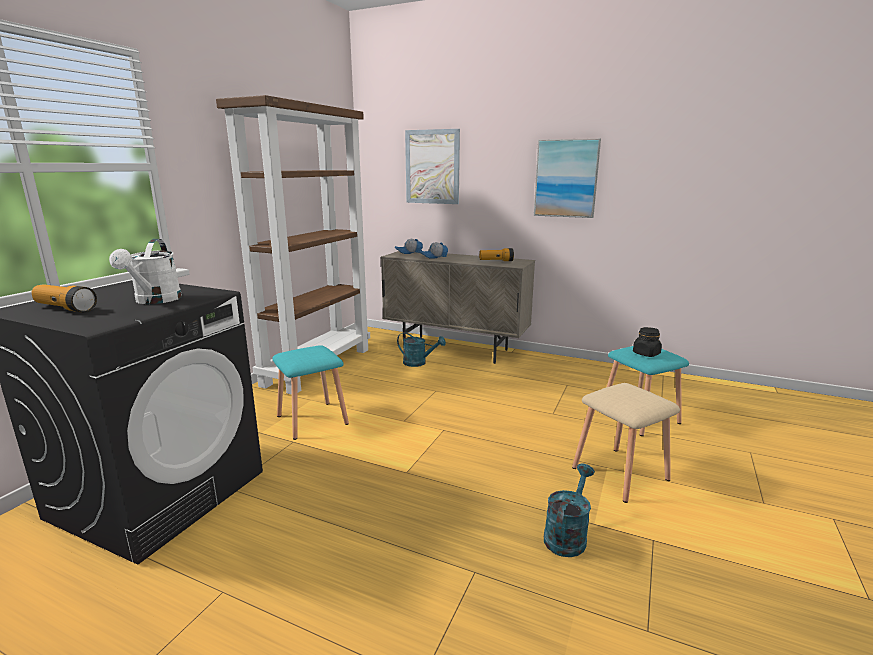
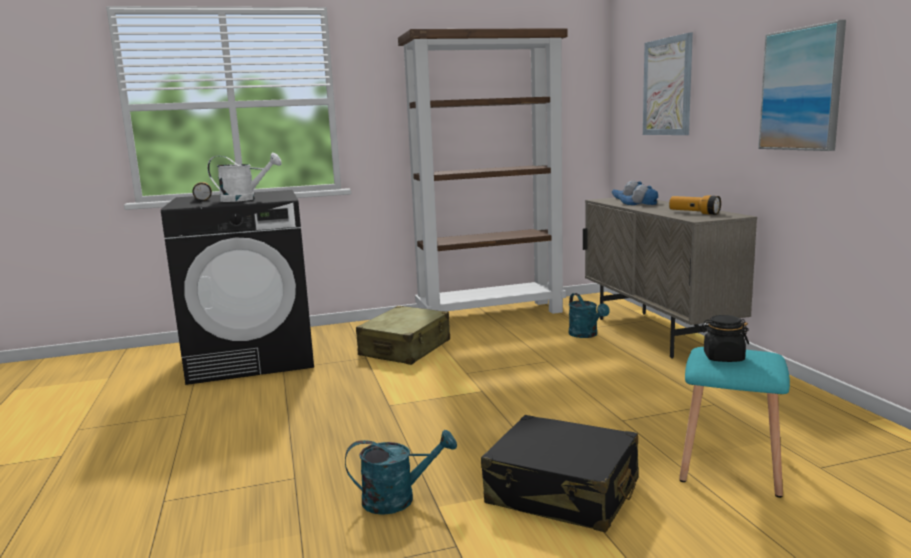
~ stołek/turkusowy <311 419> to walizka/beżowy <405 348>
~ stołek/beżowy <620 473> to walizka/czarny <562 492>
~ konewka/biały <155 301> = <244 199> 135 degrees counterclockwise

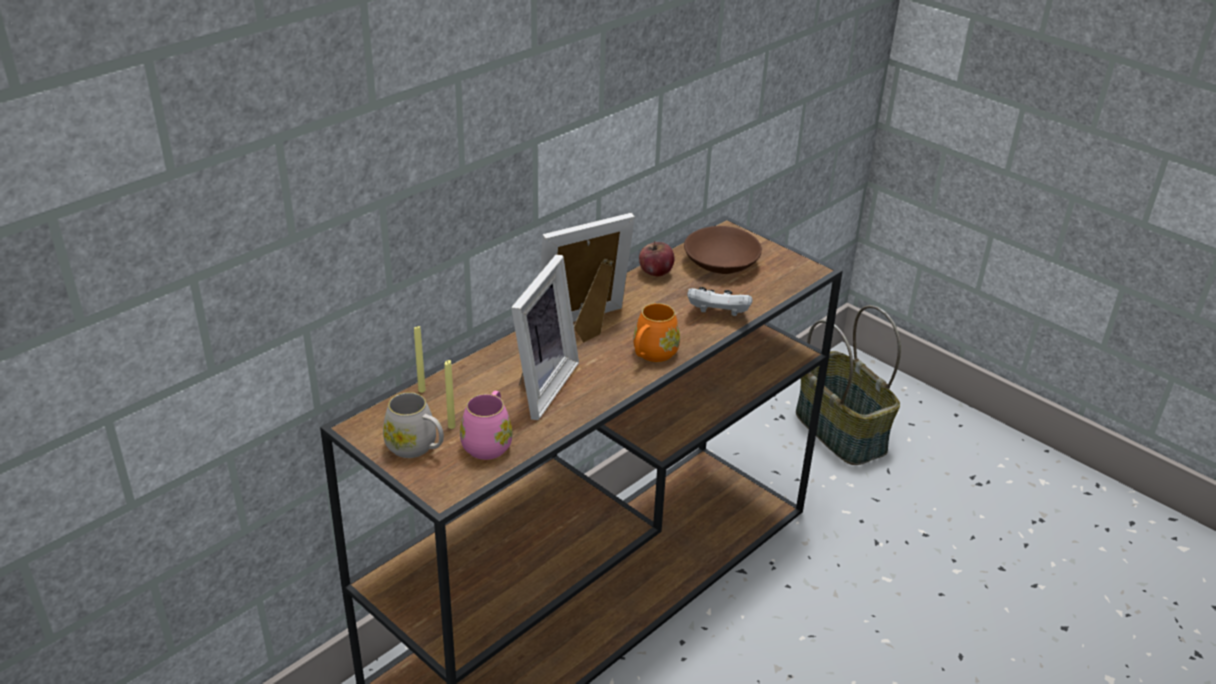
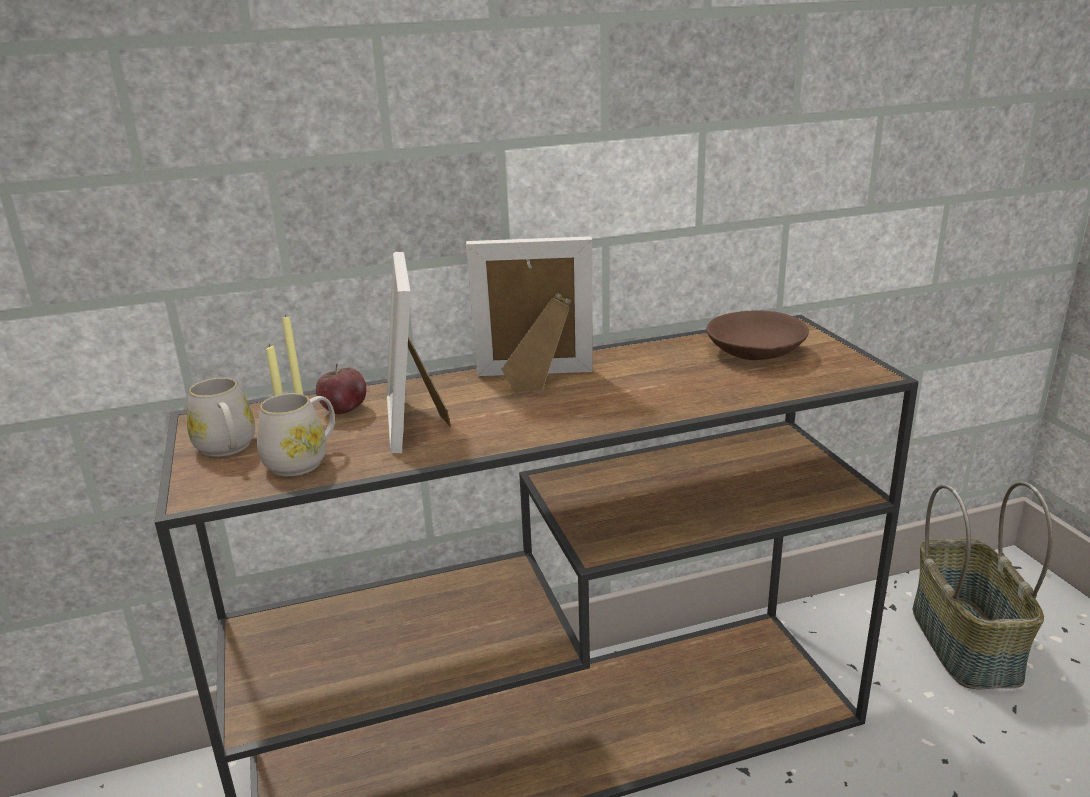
- kubek/pomarańczowy <652 354>
- pad do gier/biały <718 315>
~ jabłko <655 272> to <344 410>
~ kubek/różowy <489 442> to kubek/biały <303 460>
~ ramka na zdjęcie <537 386> = <419 421> 120 degrees clockwise

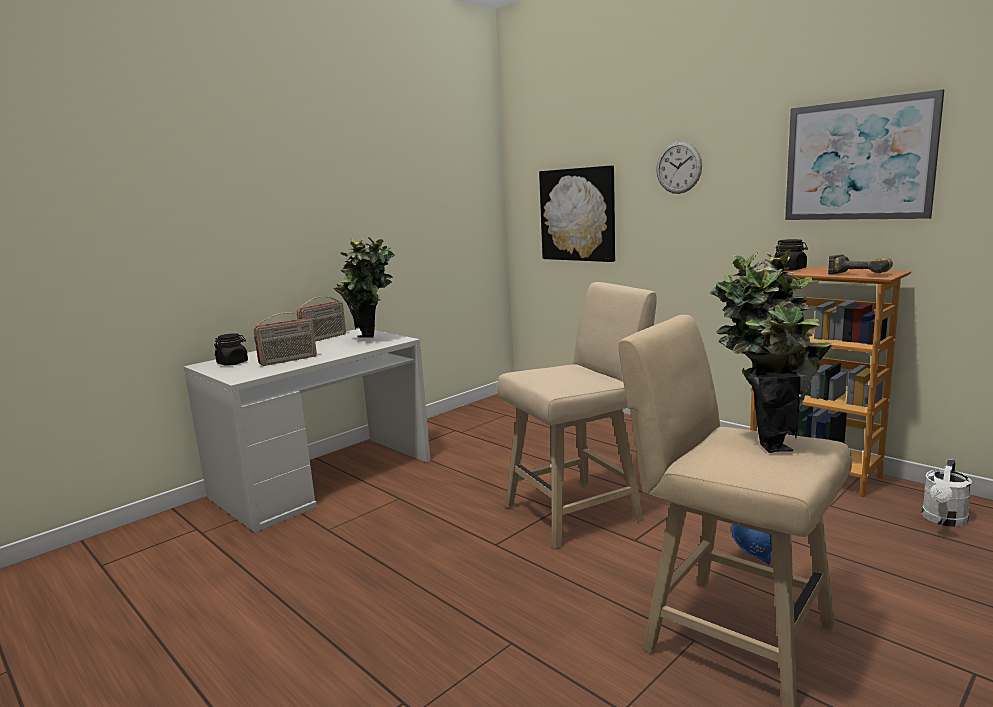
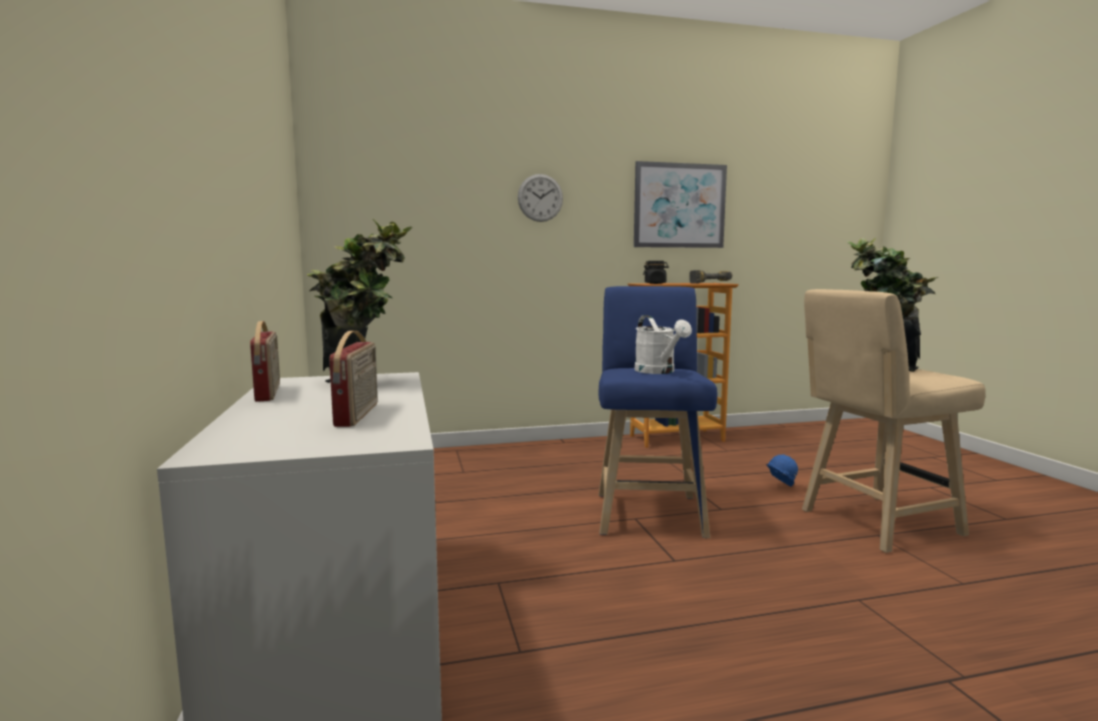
- słoik/czarny <233 363>
- obraz <578 214>
~ konewka/biały <943 520> to <658 372>
~ stołek/beżowy <579 511> to stołek/niebieski <649 511>

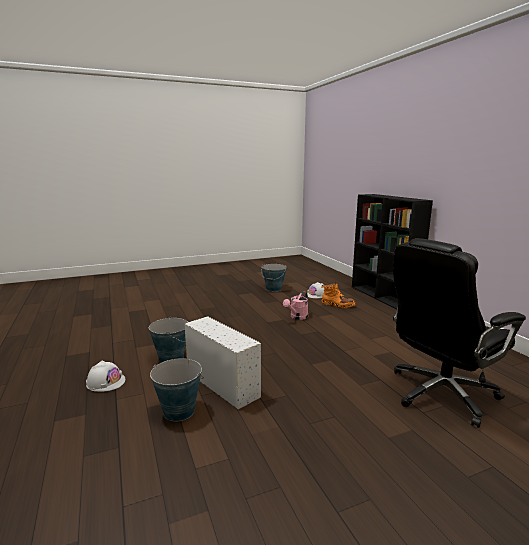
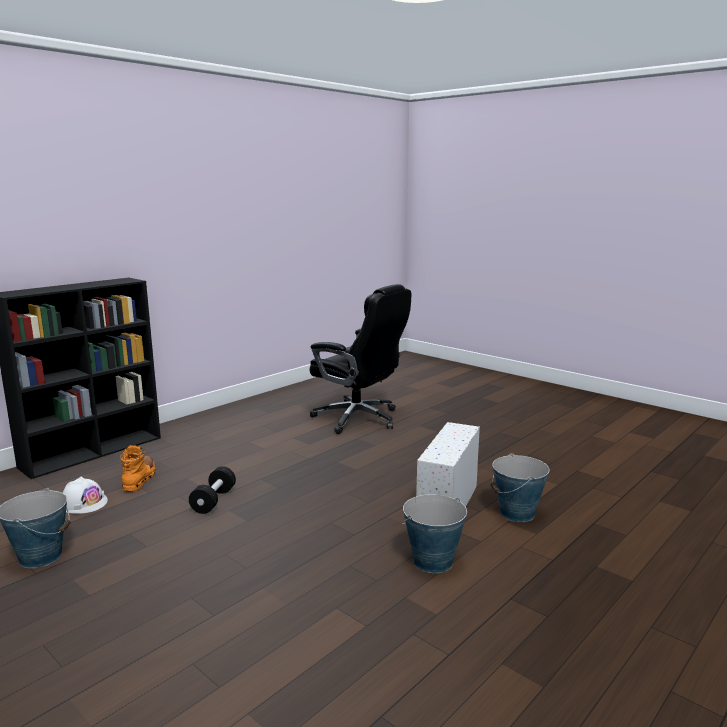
- kask/biały <106 382>
~ konewka/różowy <297 317> to hantel/czarny <213 500>

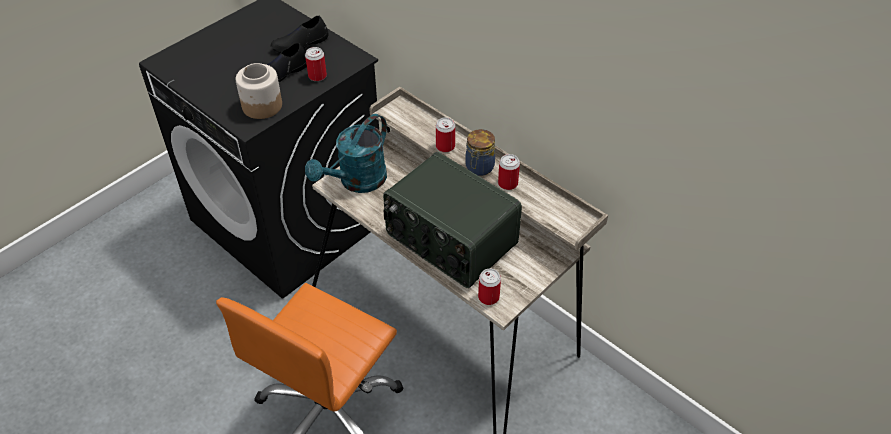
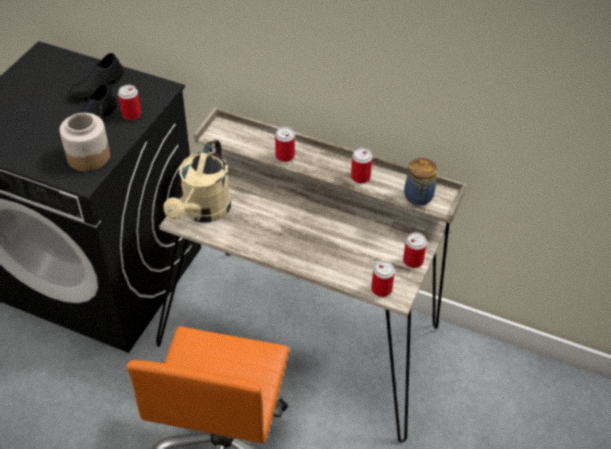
- radio <450 240>
+ puszka <413 261>
~ słoik <479 168> to <418 197>
~ konewka/turkusowy <357 182> to konewka/beżowy <203 212>

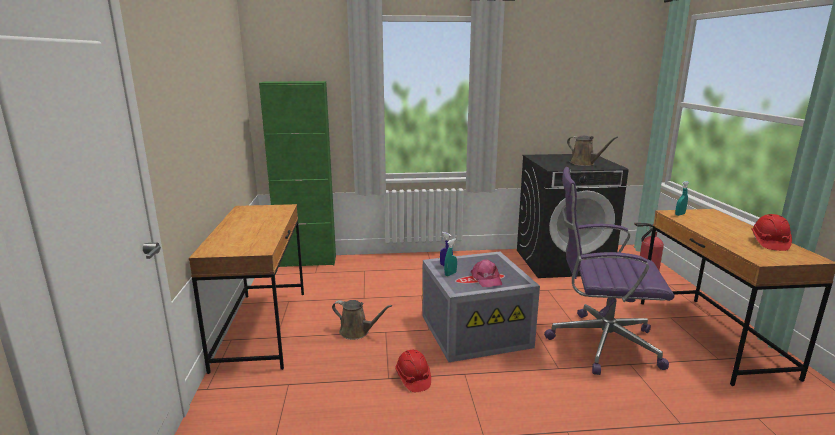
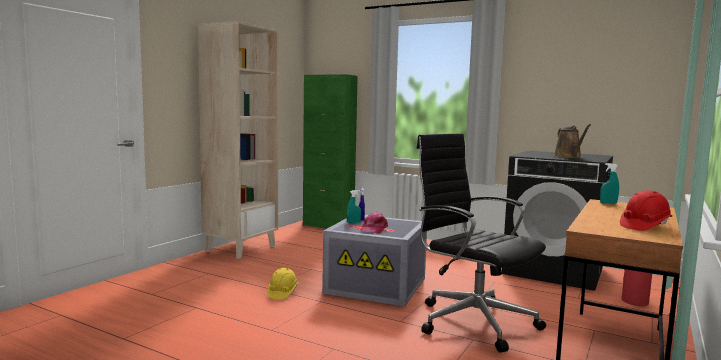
- konewka/brązowy <357 332>
~ biurko/brązowy <262 328> to regał/beżowy <241 248>
~ kask/czerwony <413 379> to kask/żółty <282 293>
~ krzesło biurowe/fioletowy <600 343> to krzesło biurowe/czarny <473 321>

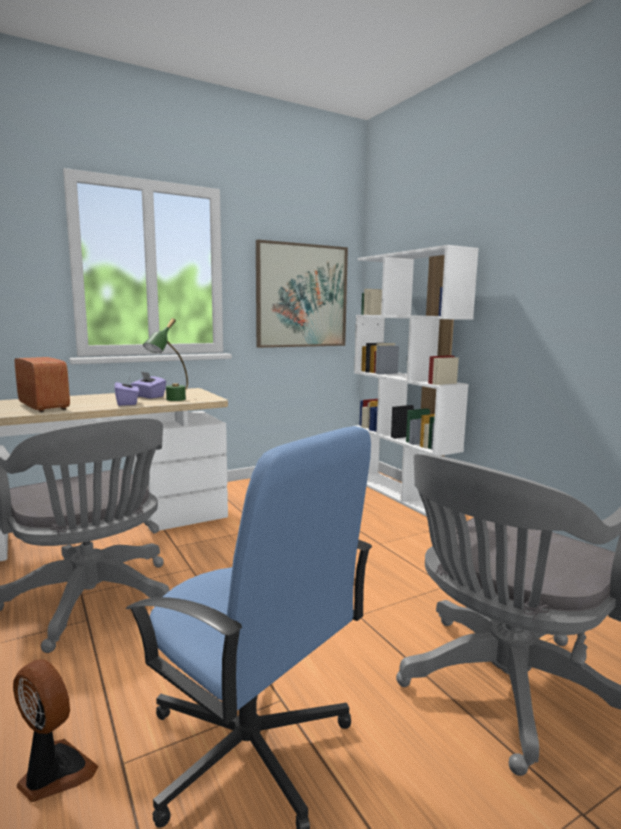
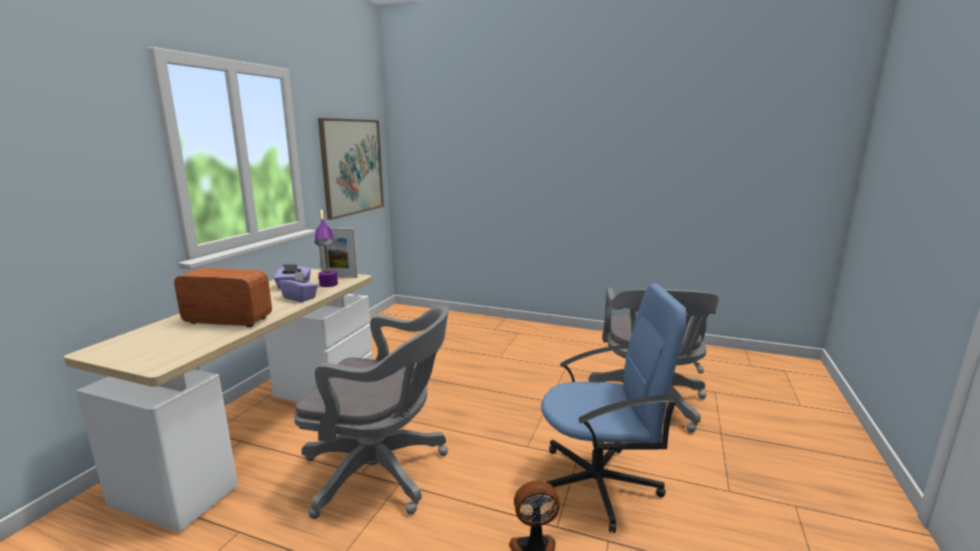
- regał/biały <401 493>
+ ramka na zdjęcie <339 277>
~ lampa stołowa/zielony <170 401> to lampa stołowa/fioletowy <329 287>

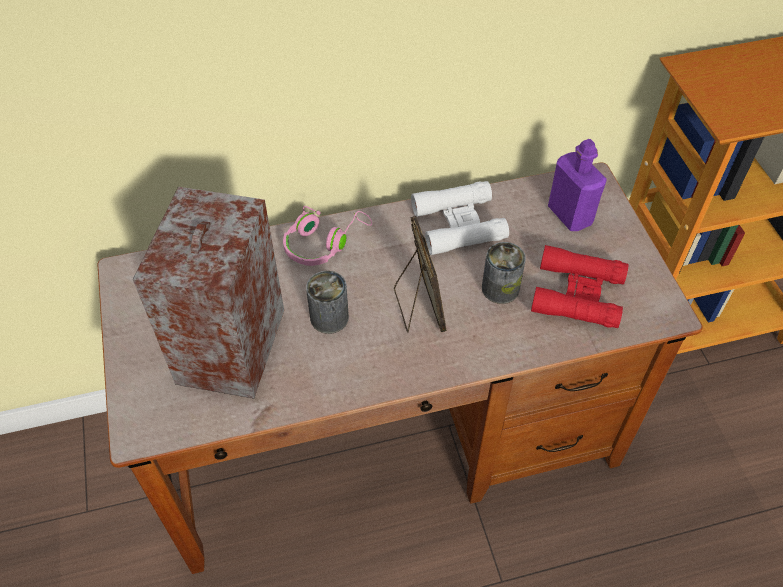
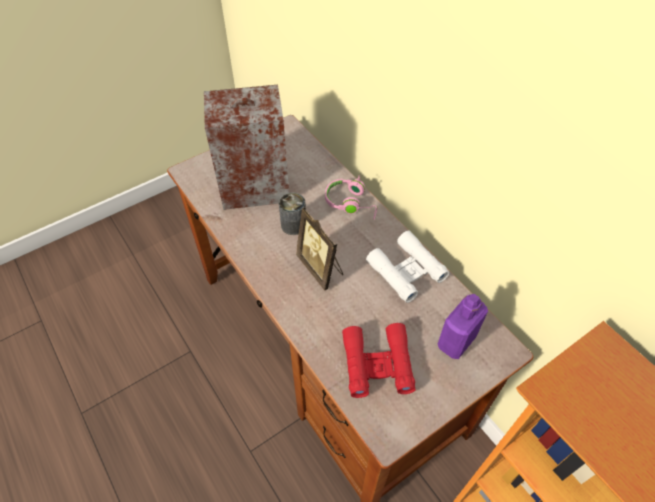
- puszka <500 288>
~ ramka na zdjęcie <418 307> = <321 268> 90 degrees clockwise

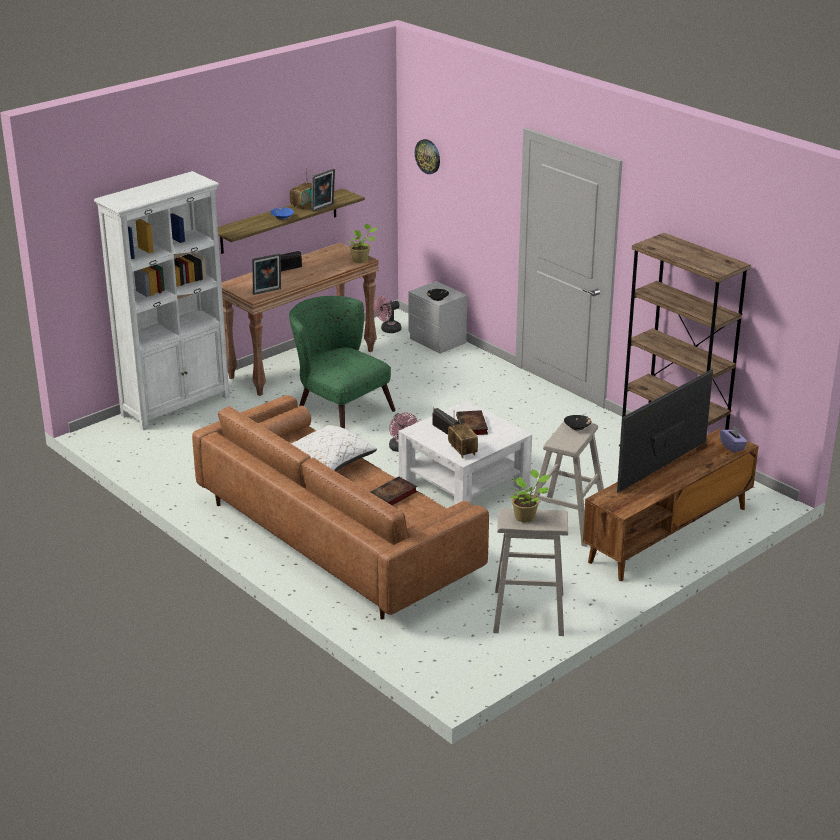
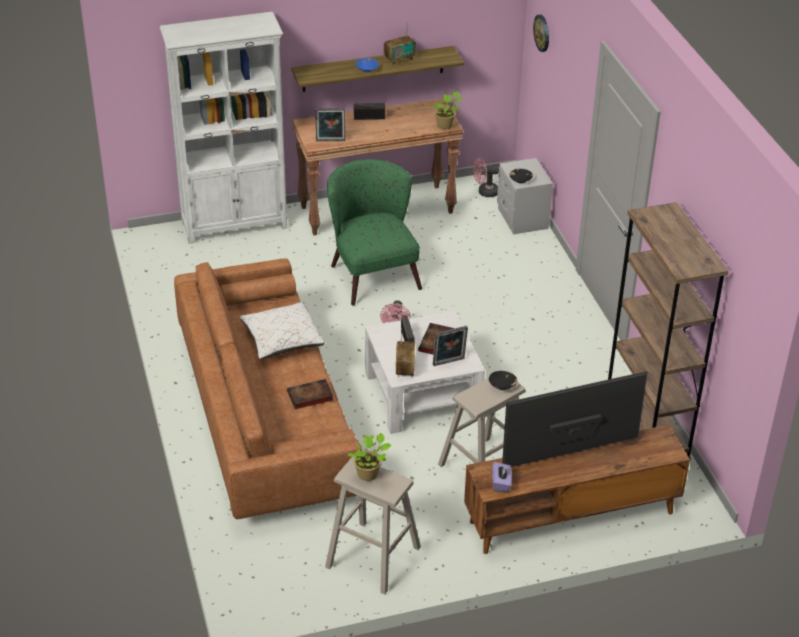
~ ramka na zdjęcie <323 208> to <449 363>
~ pudełko chusteczek/fioletowy <732 446> to <501 483>

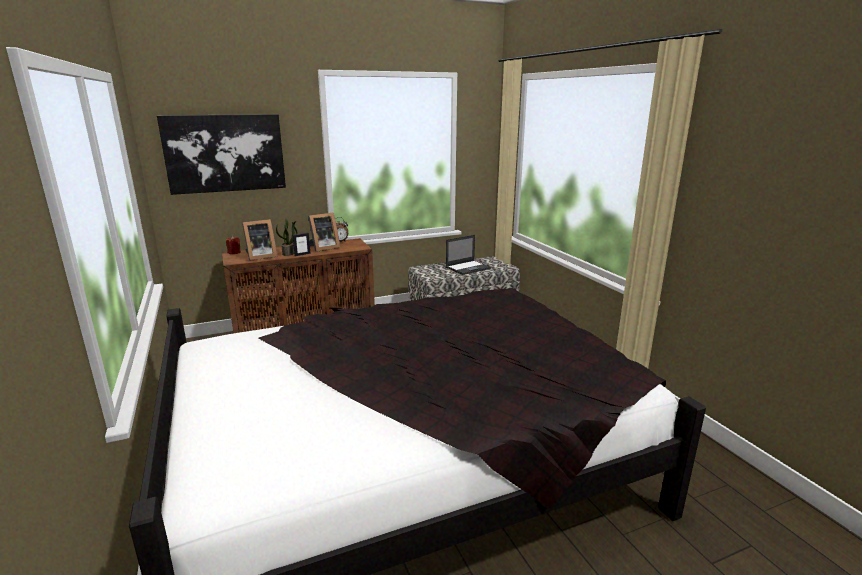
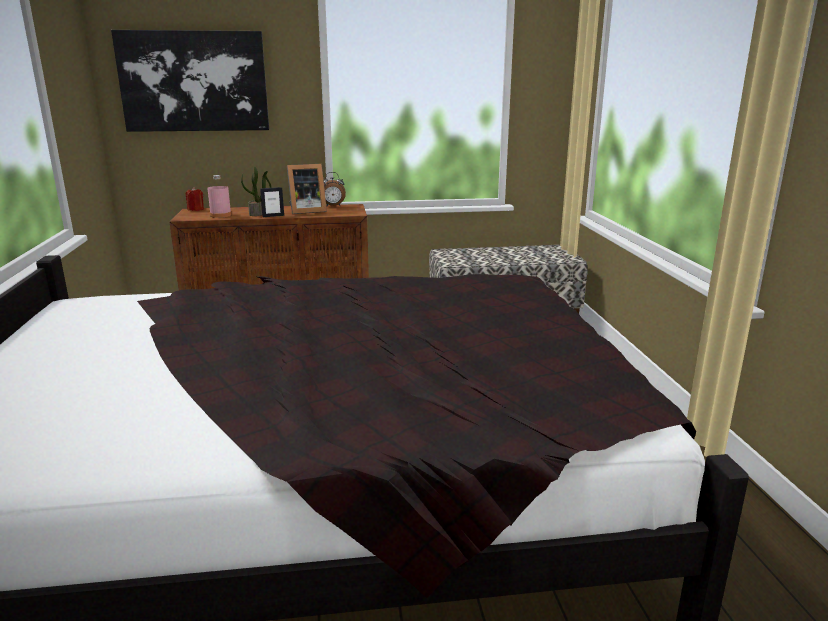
- laptop <468 267>
~ ramka na zdjęcie <260 256> to butelka/różowy <220 215>

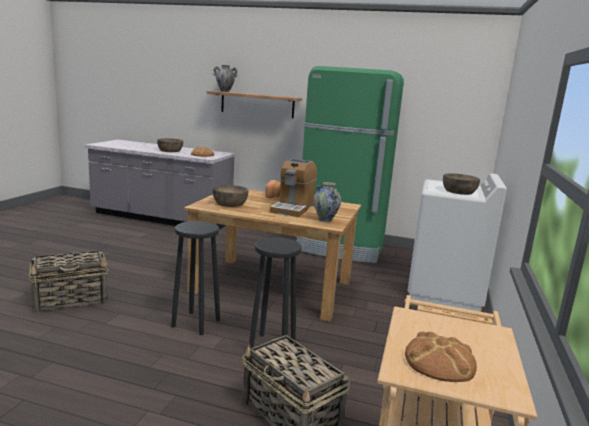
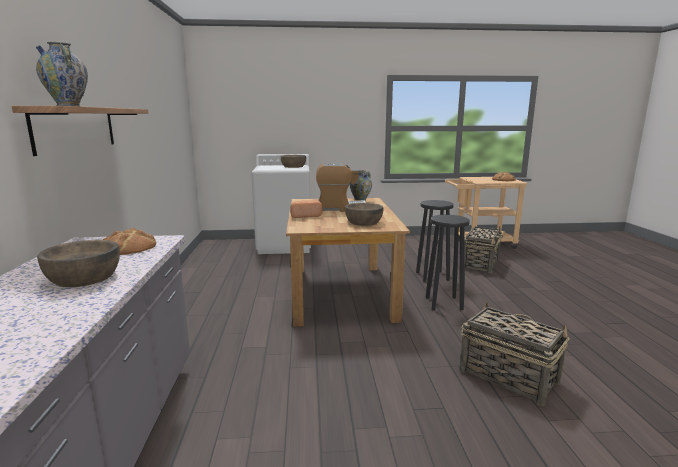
- lodówka/zielony <341 248>

